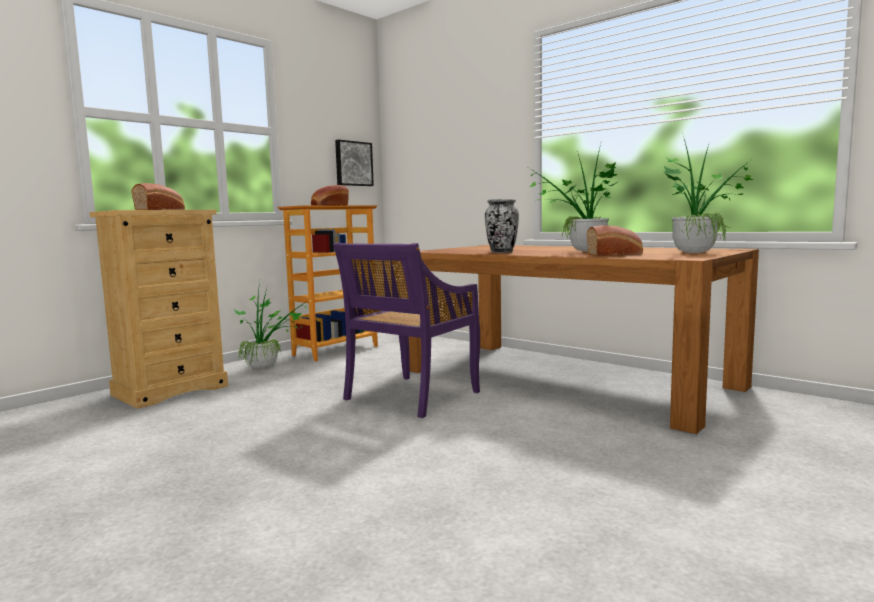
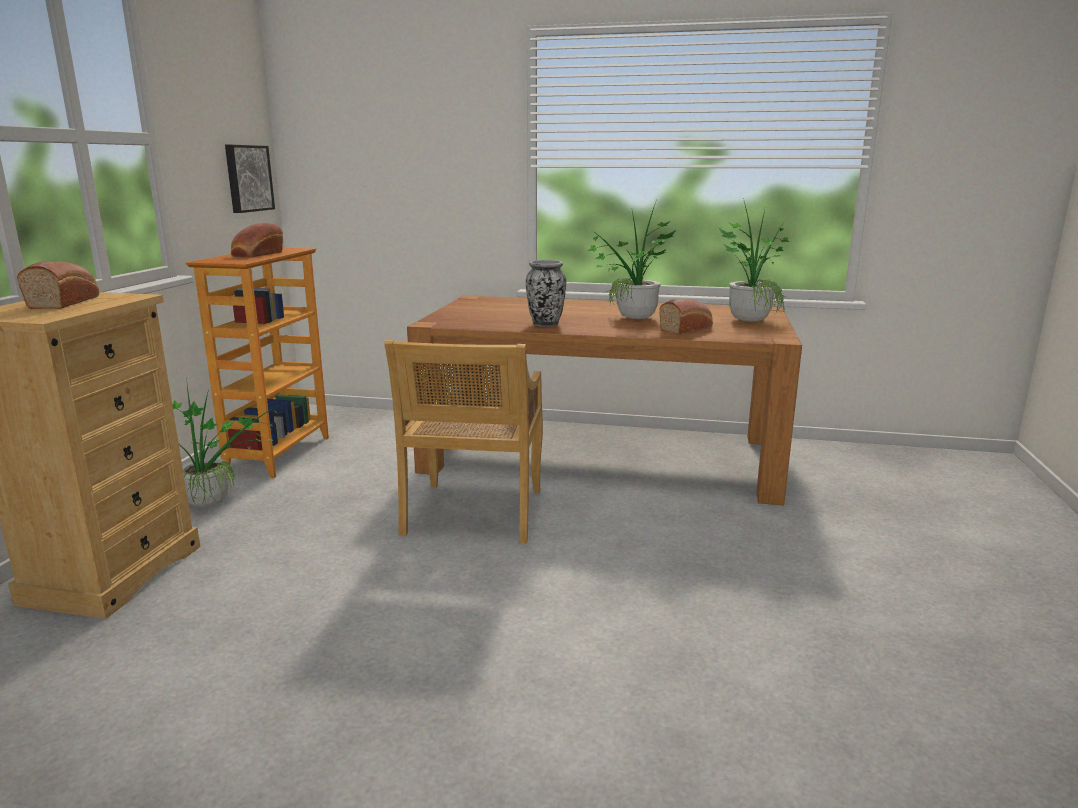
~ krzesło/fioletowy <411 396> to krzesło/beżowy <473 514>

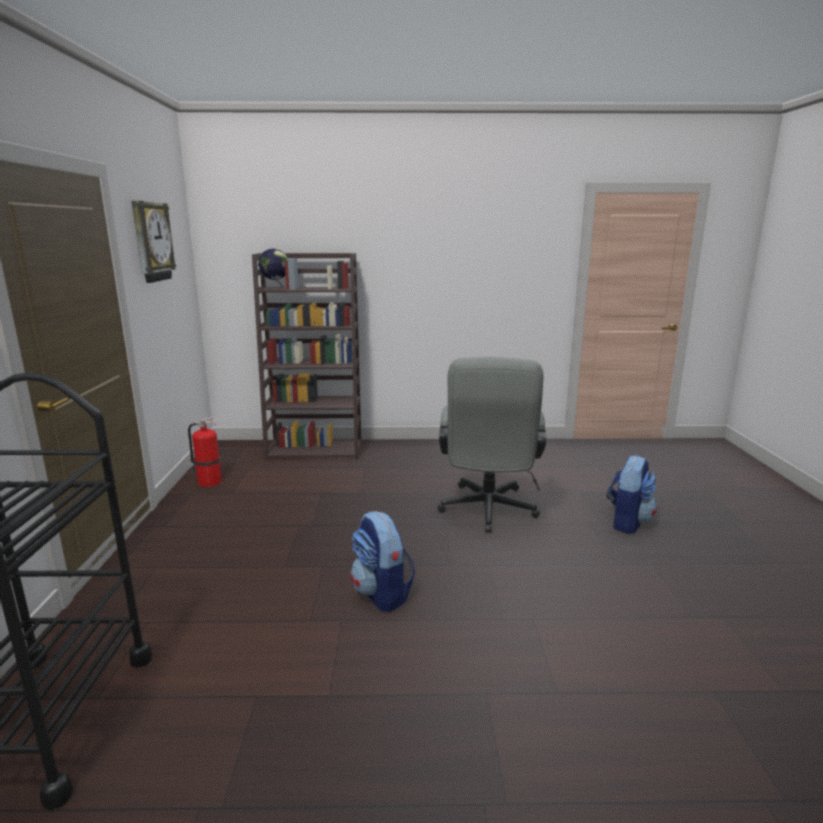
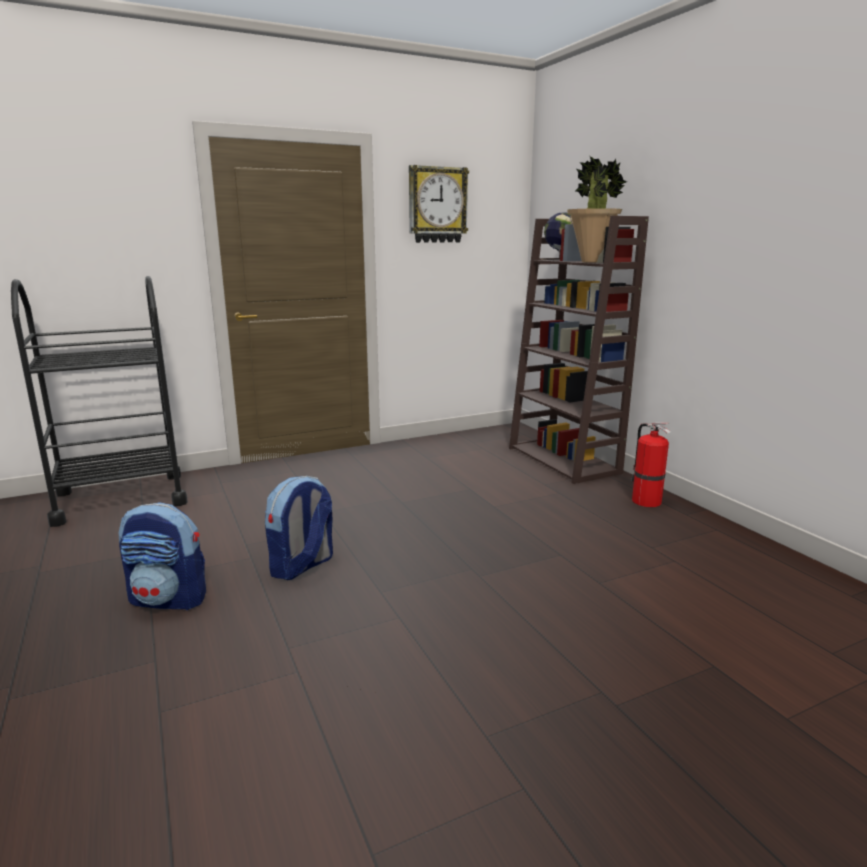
- krzesło biurowe/szary <487 512>
+ roślina doniczkowa <590 262>
~ gaśnica <208 482> to <645 500>
~ plecak <627 522> to <169 599>

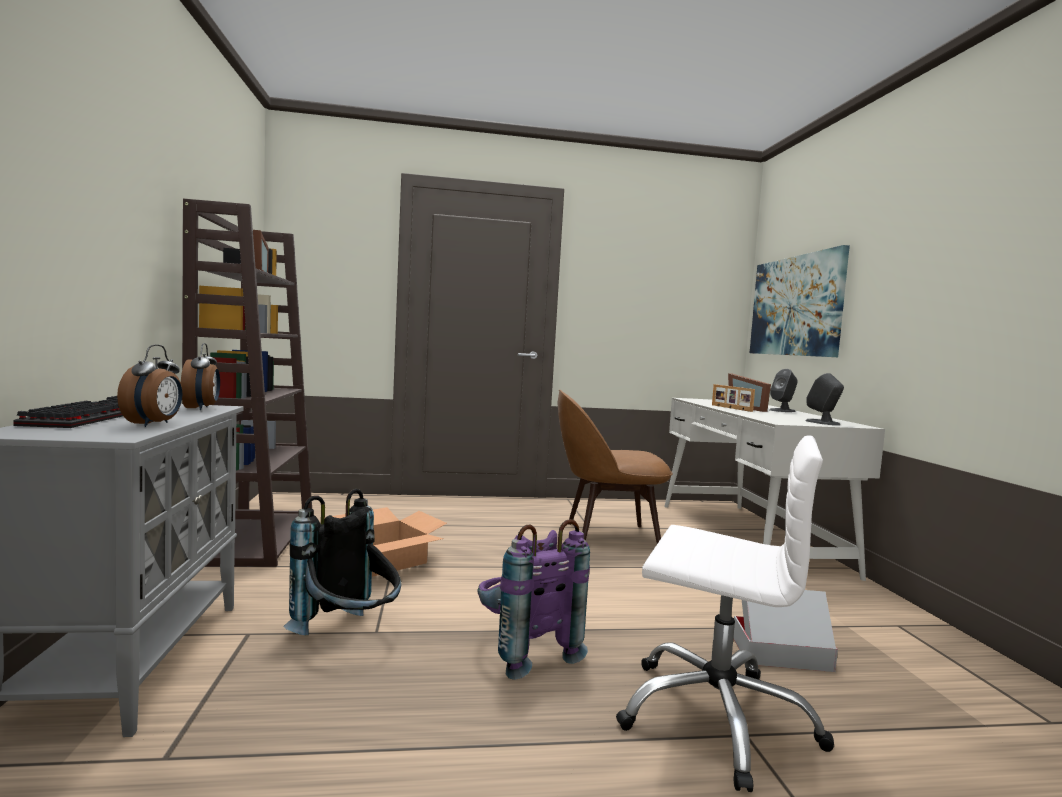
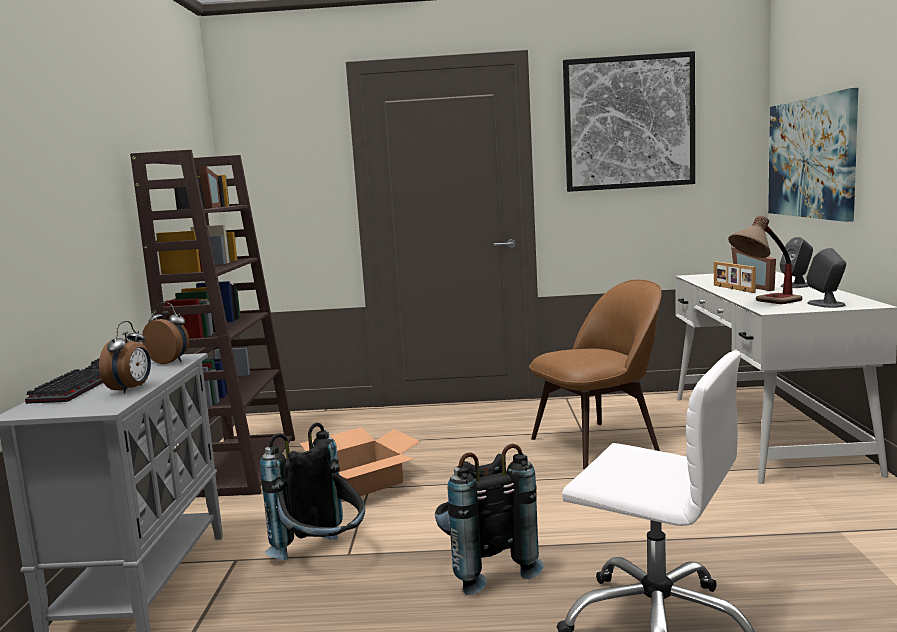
- karton <781 653>
+ obraz <628 123>
+ lampa stołowa <764 303>
~ plecak/fioletowy <523 651> to plecak/czarny <483 568>
~ budzik <201 408> = <170 361> 60 degrees counterclockwise
~ krzesło/brązowy <606 538> = <598 443> 150 degrees clockwise

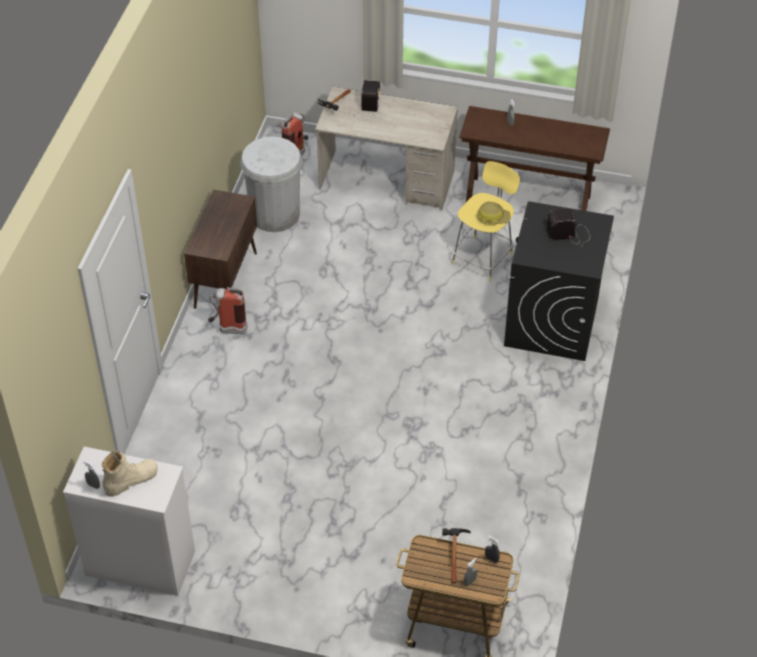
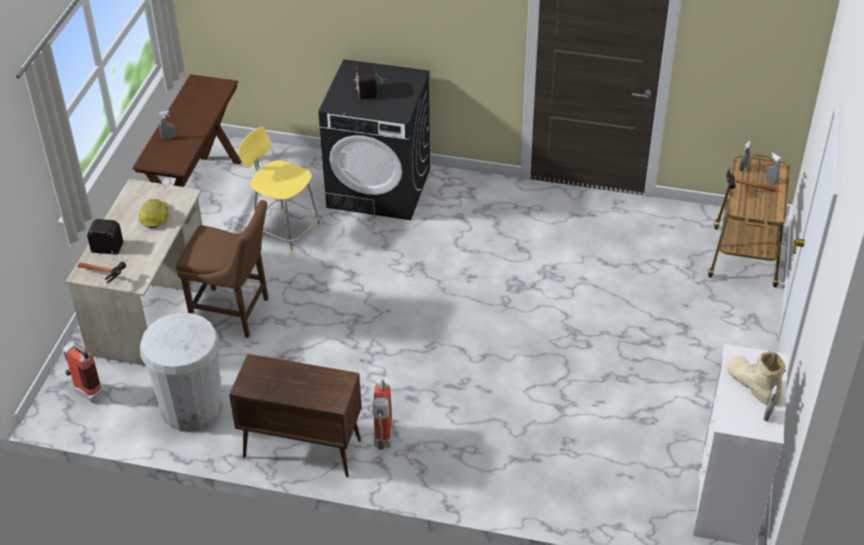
+ krzesło/brązowy <234 313>
~ kask <492 218> to <154 217>

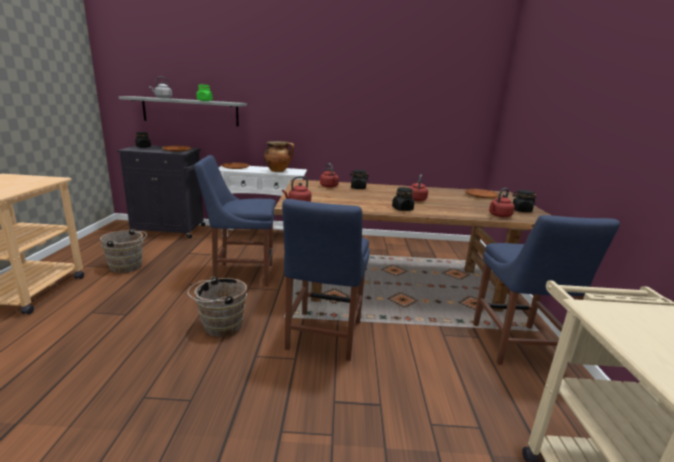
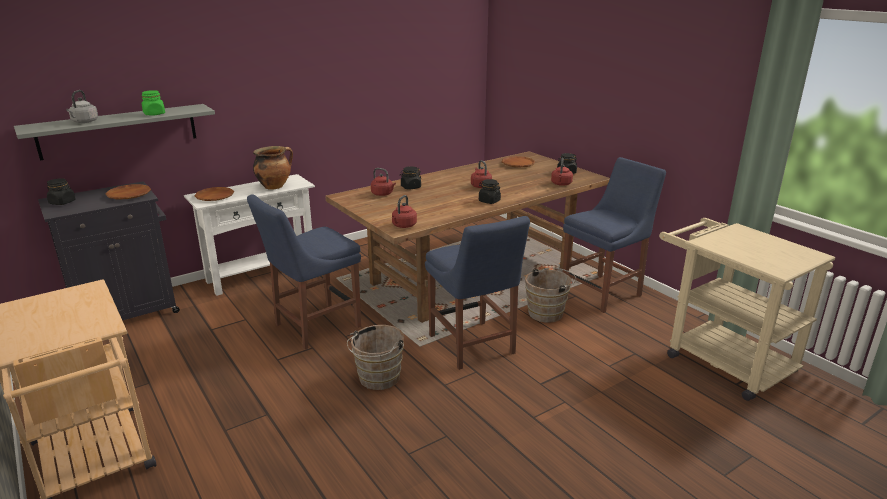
~ wiadro/brązowy <128 267> to <548 313>
~ krzesło/niebieski <516 347> = <604 292> 90 degrees counterclockwise

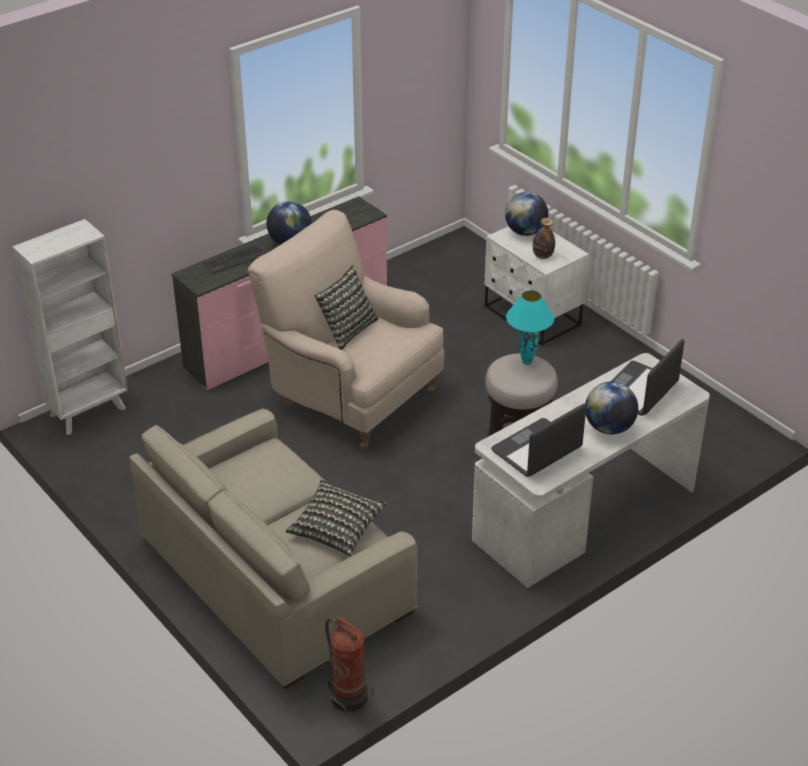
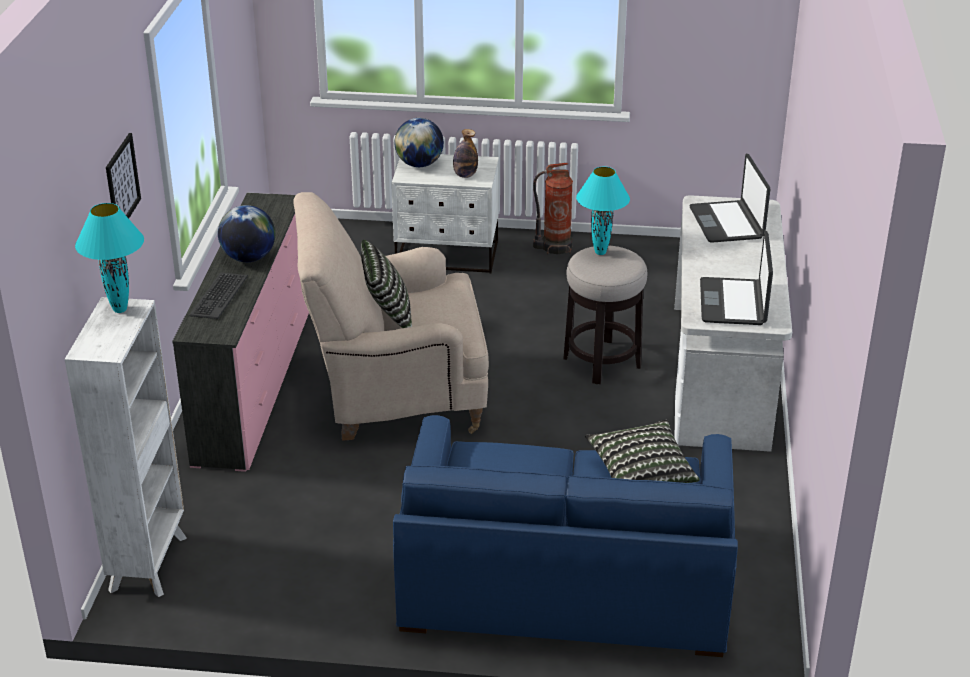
- globus <609 428>
+ lampa stołowa/turkusowy <120 309>
+ obraz <122 183>
~ gaśnica <348 696> to <554 246>
~ kanapa/beżowy <273 575> to kanapa/niebieski <564 579>

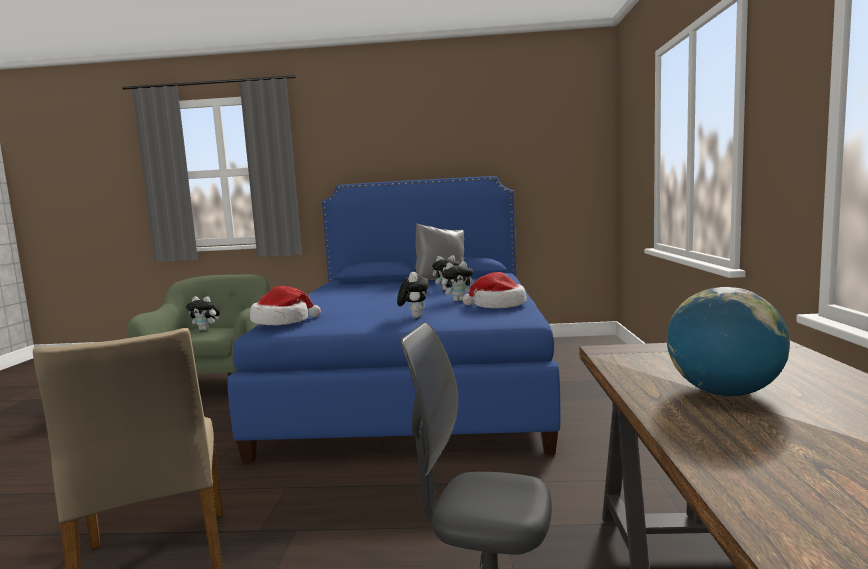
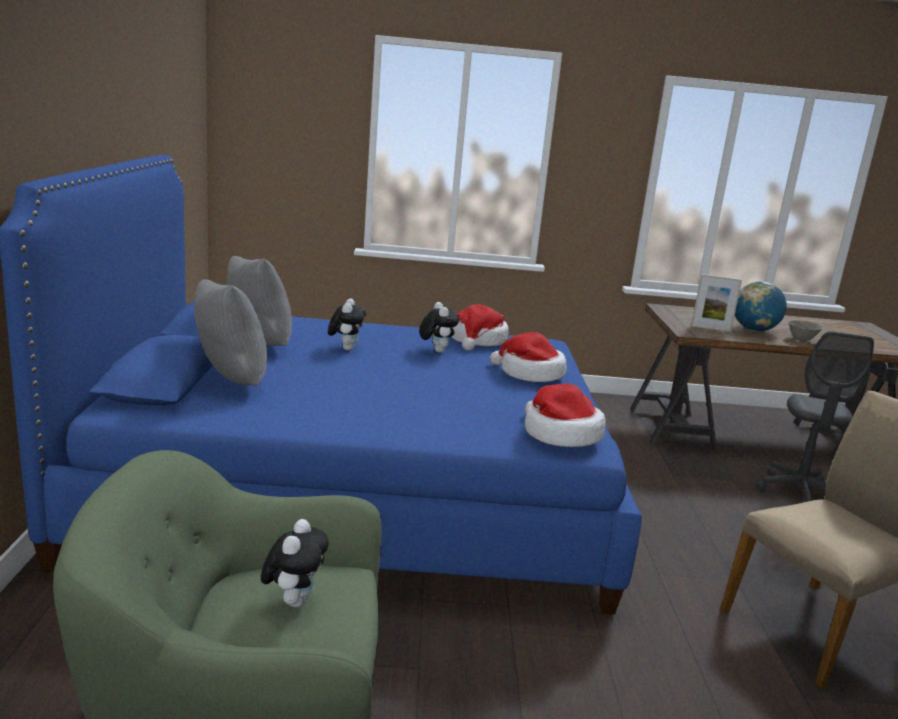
+ poduszka/szary <228 382>
+ ramka na zdjęcie <710 329>
+ miska/szary <801 340>
~ pluszak <414 316> to kapelusz <530 373>

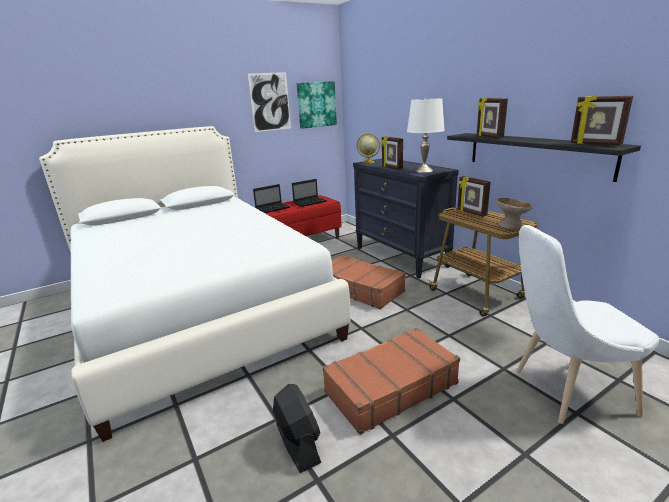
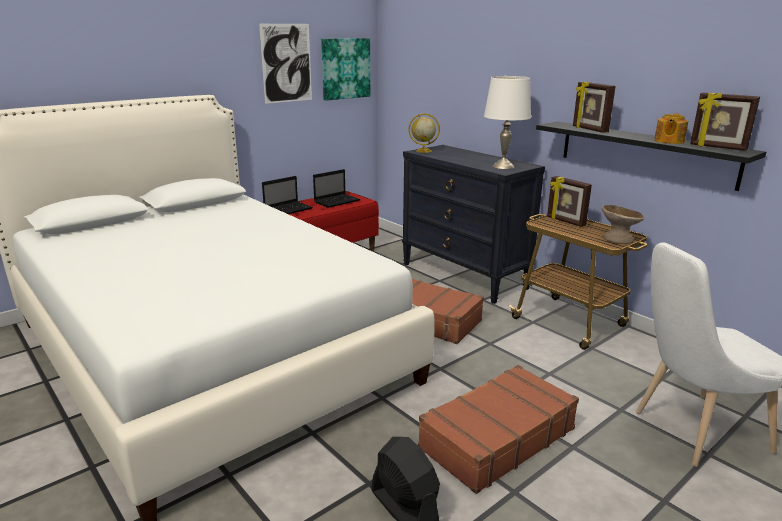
- ramka na zdjęcie <391 168>
+ imbryk <668 141>

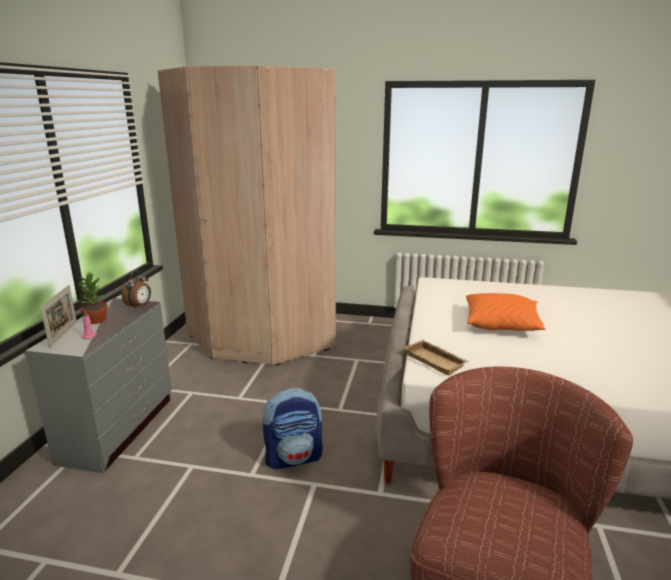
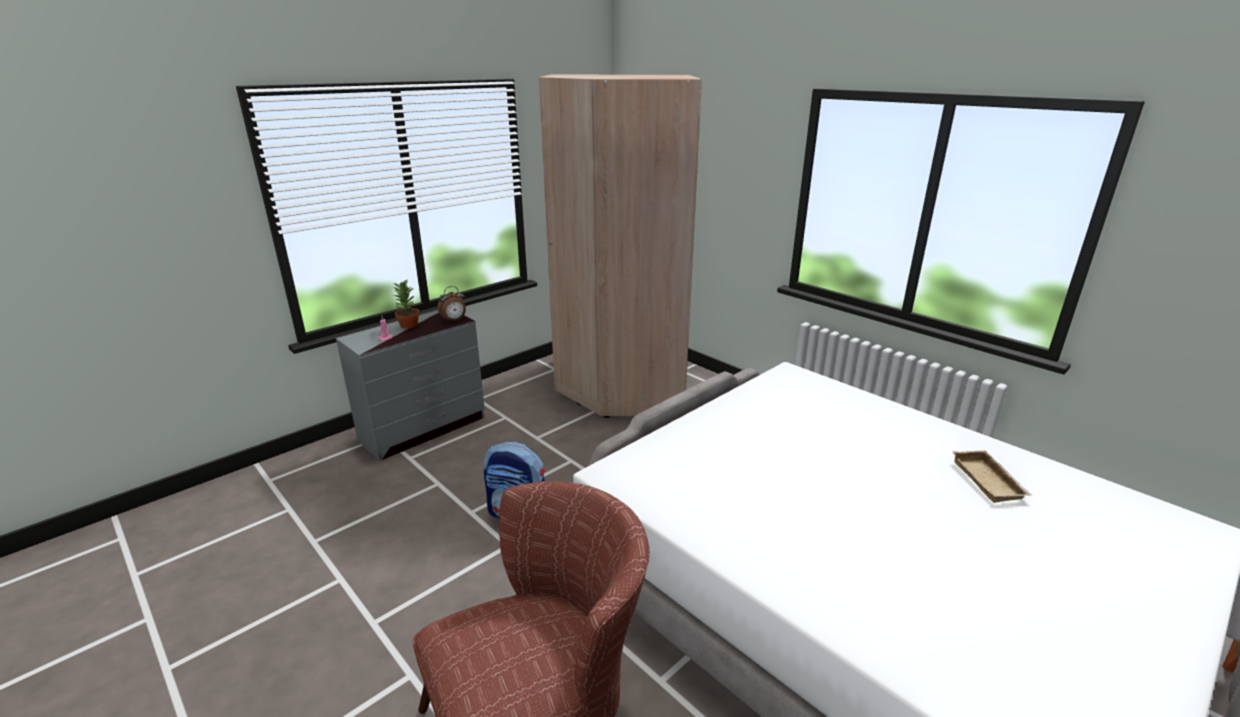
- ramka na zdjęcie <63 334>
- poduszka/pomarańczowy <501 324>
~ taca/beżowy <436 361> to <990 481>

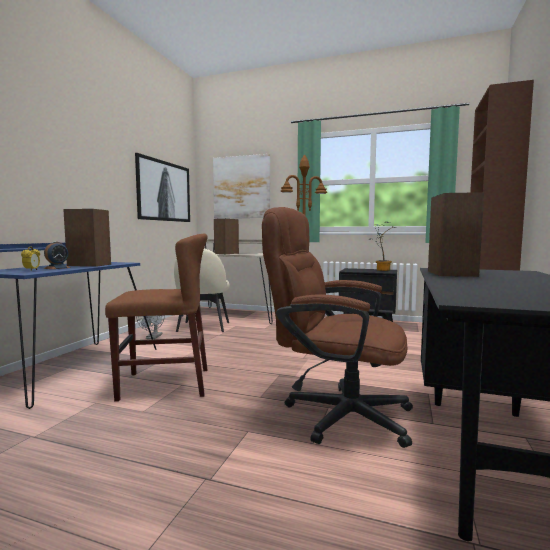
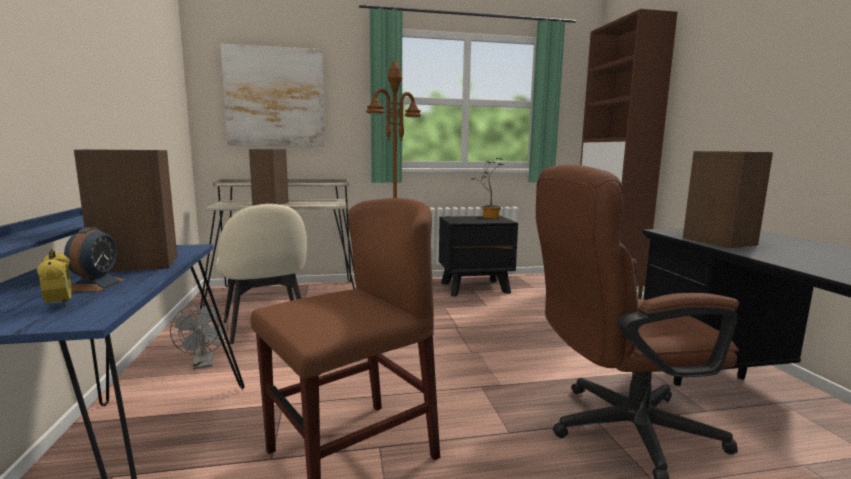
- obraz <164 191>

